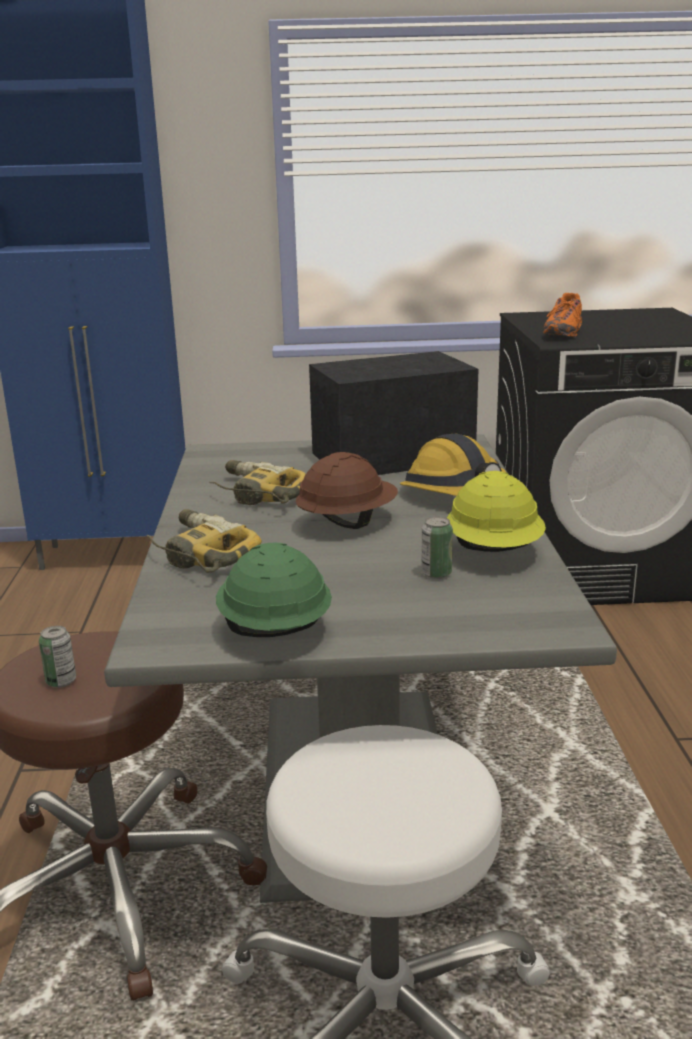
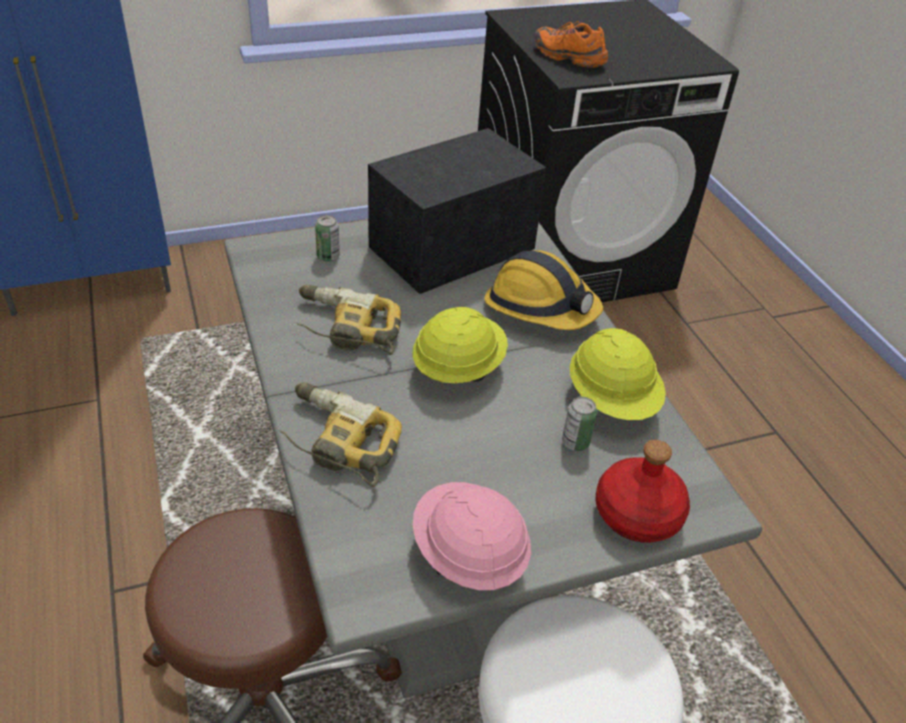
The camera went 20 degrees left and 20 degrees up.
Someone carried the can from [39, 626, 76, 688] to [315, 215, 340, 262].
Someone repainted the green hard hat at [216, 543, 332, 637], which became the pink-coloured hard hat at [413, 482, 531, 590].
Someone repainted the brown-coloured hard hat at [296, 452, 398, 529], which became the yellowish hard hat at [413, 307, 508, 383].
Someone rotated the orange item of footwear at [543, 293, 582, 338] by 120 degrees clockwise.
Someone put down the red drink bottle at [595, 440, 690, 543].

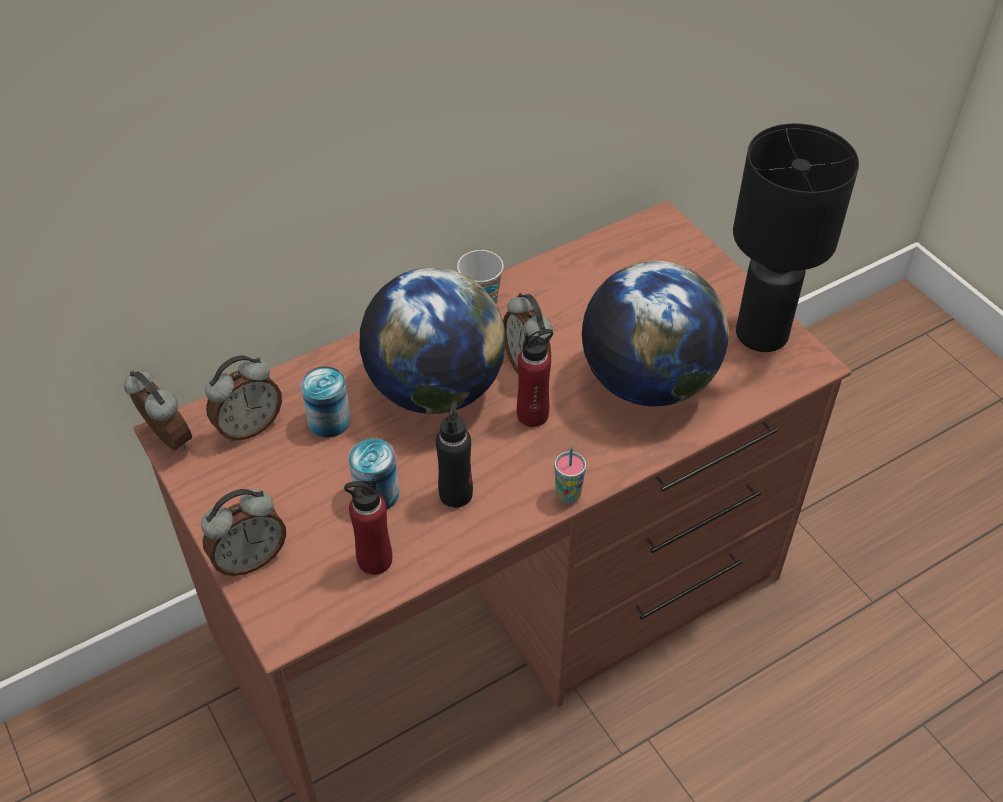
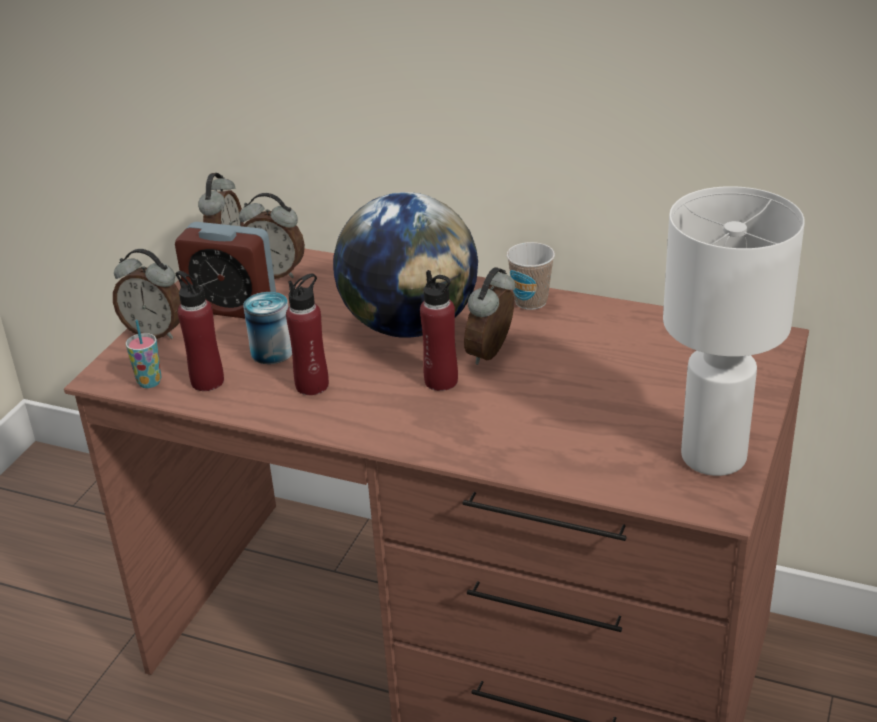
The camera went 55 degrees right and 15 degrees down.
Someone took away the can at [301, 366, 351, 438].
Someone repainted the blackish drink bottle at [436, 401, 473, 508], which became the red drink bottle at [286, 273, 329, 395].
Someone carried the cup from [554, 447, 586, 503] to [126, 320, 161, 388].
Someone took away the globe at [582, 260, 729, 407].
Someone repainted the blackish table lamp at [733, 123, 859, 352], which became the white table lamp at [663, 186, 805, 476].
Someone put down the table clock at [175, 222, 276, 318].

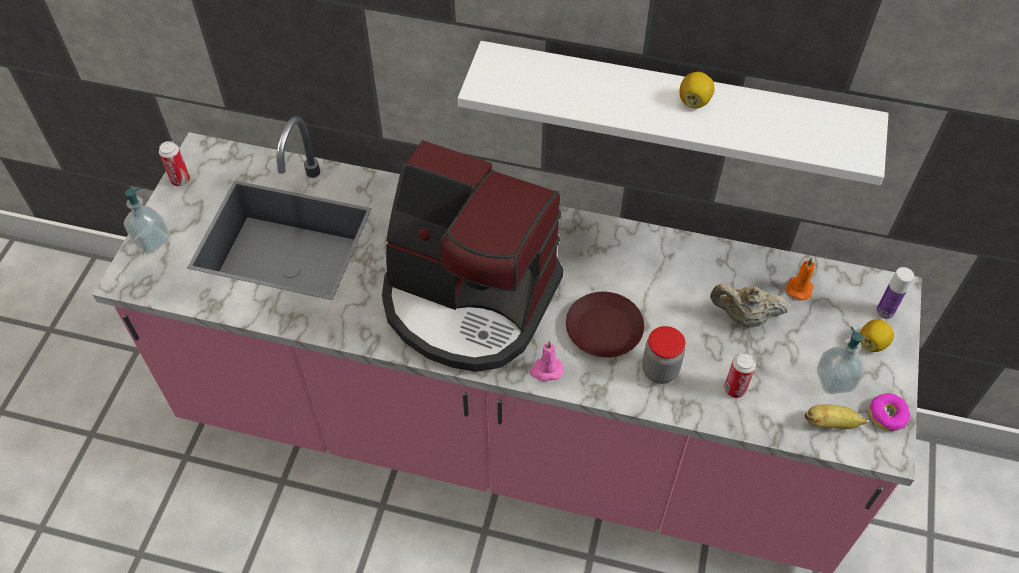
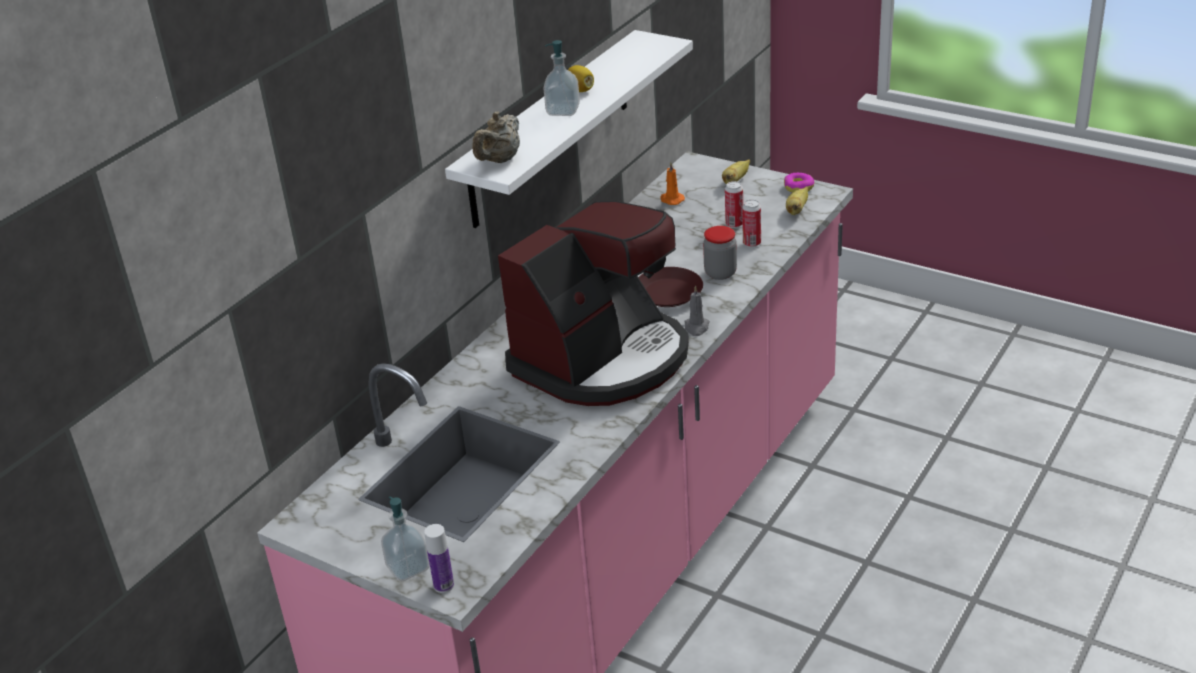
The camera went 70 degrees left and 20 degrees down.
Someone carried the can from [159, 141, 190, 186] to [725, 181, 743, 228].
Someone repainted the pink-coloured wax candle at [529, 341, 564, 381], which became the grey wax candle at [685, 285, 710, 336].
Someone carried the sand-coloured tea pot from [710, 284, 789, 328] to [473, 111, 520, 163].
Someone carried the soap dispenser from [817, 327, 864, 394] to [544, 40, 580, 116].
Someone swapped the lemon at [860, 319, 894, 352] for the banana at [722, 159, 750, 184].
Someone carried the drink bottle from [876, 267, 914, 319] to [424, 524, 454, 593].

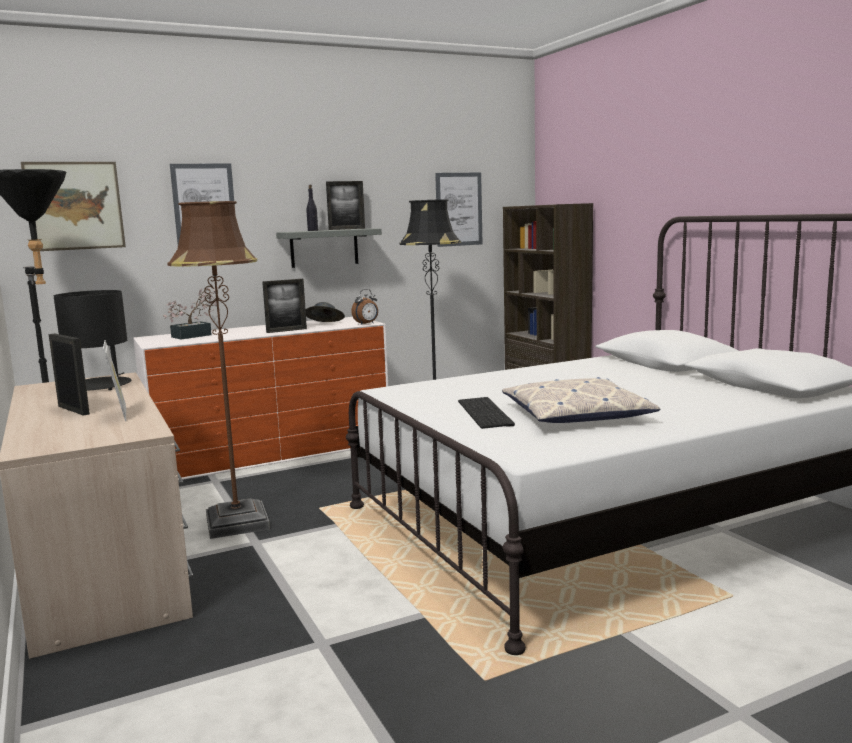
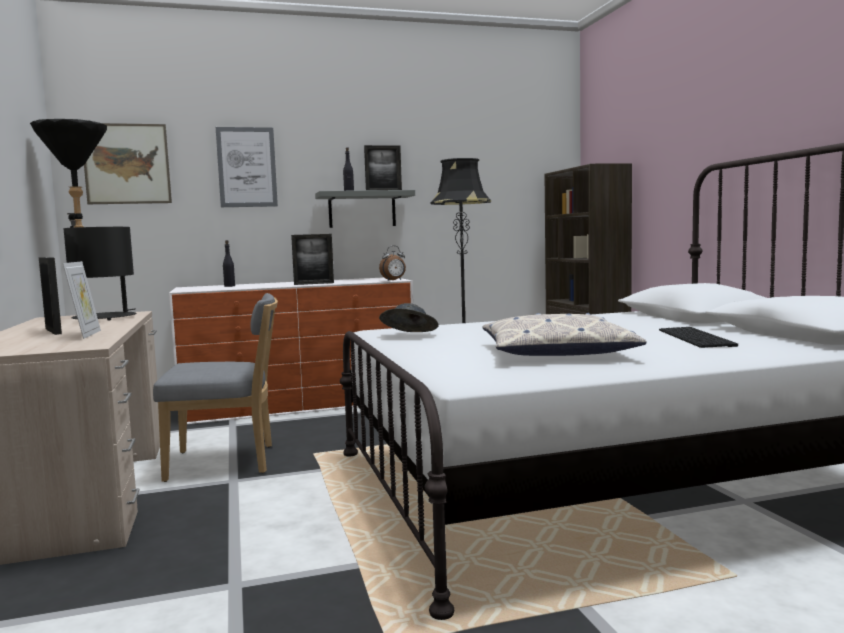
The camera went 10 degrees right and 5 degrees down.
Someone swapped the houseplant at [163, 288, 220, 339] for the blackish drink bottle at [223, 240, 235, 287].
Someone swapped the brown-coloured standing lamp at [167, 201, 270, 539] for the grey plain chair at [153, 293, 278, 482].
Someone carried the grey clothing hat from [306, 302, 345, 322] to [379, 303, 439, 332].
Someone took away the wall art at [435, 173, 482, 247].
Someone carried the keyboard from [458, 397, 515, 429] to [659, 327, 738, 348].

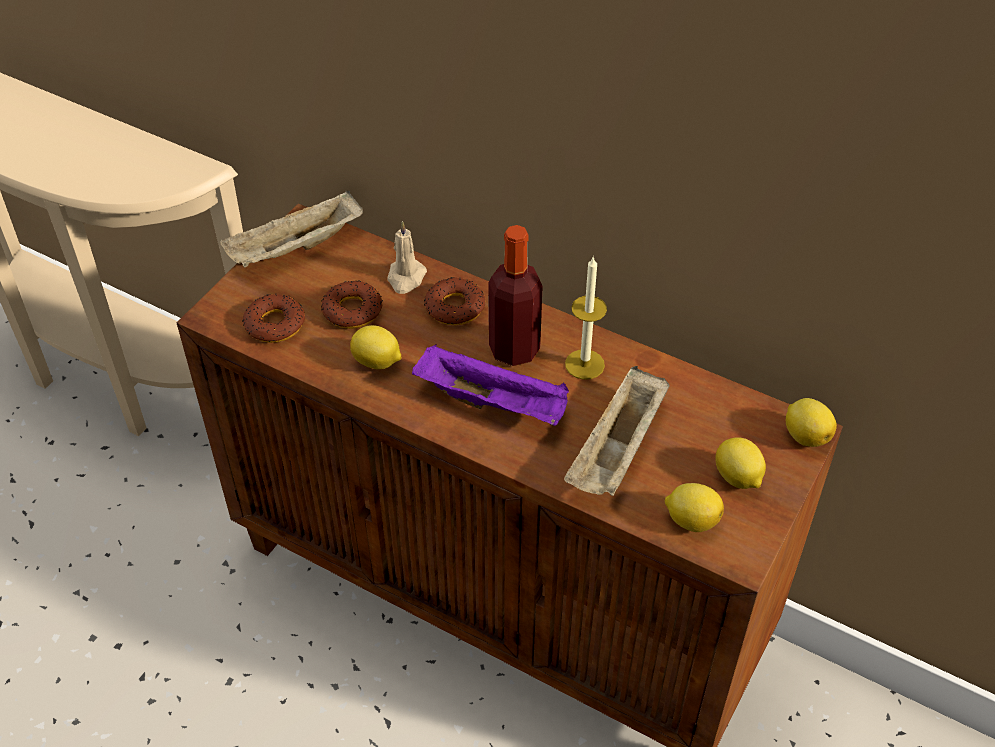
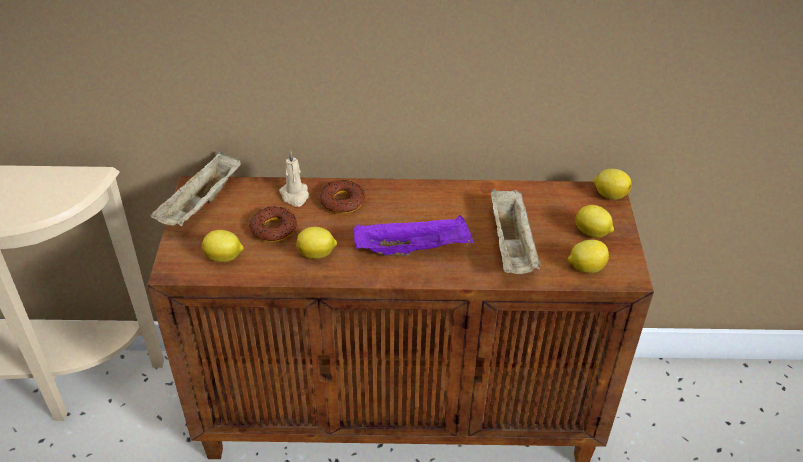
The camera went 30 degrees left and 5 degrees down.
Someone swapped the ring doughnut at [242, 294, 305, 343] for the lemon at [202, 230, 244, 262].
Someone took away the drink bottle at [488, 225, 543, 366].
Someone took away the wax candle at [565, 256, 607, 380].

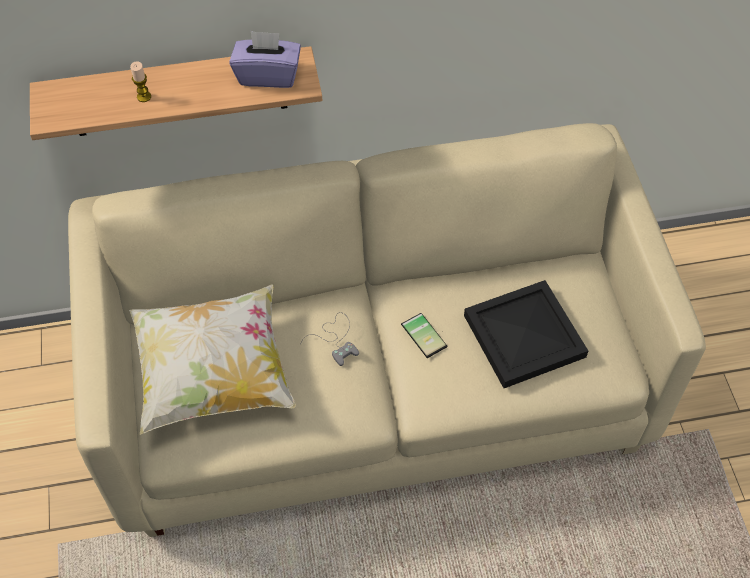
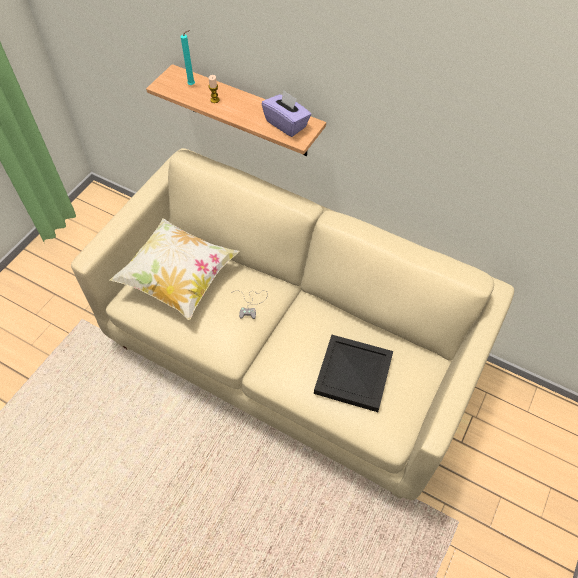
The camera went 40 degrees right and 0 degrees up.
Someone took away the telephone at [401, 313, 448, 358].
Someone put down the turquoise wax candle at [181, 30, 195, 85].

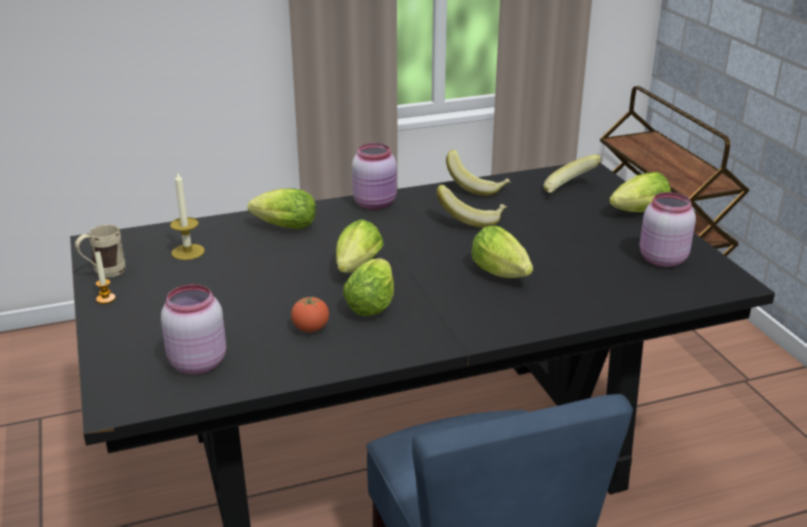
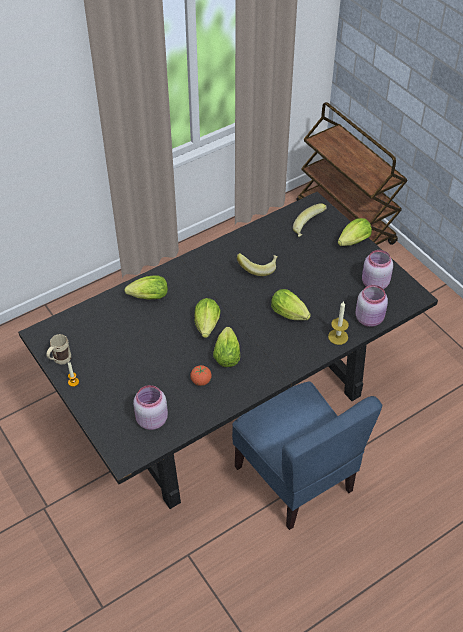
The camera went 15 degrees left and 20 degrees up.
Someone carried the wax candle from [170, 171, 204, 260] to [328, 301, 349, 345].
Someone carried the pink-coloured storage jar from [352, 143, 397, 210] to [356, 285, 388, 327].
Someone took away the banana at [446, 150, 511, 196].

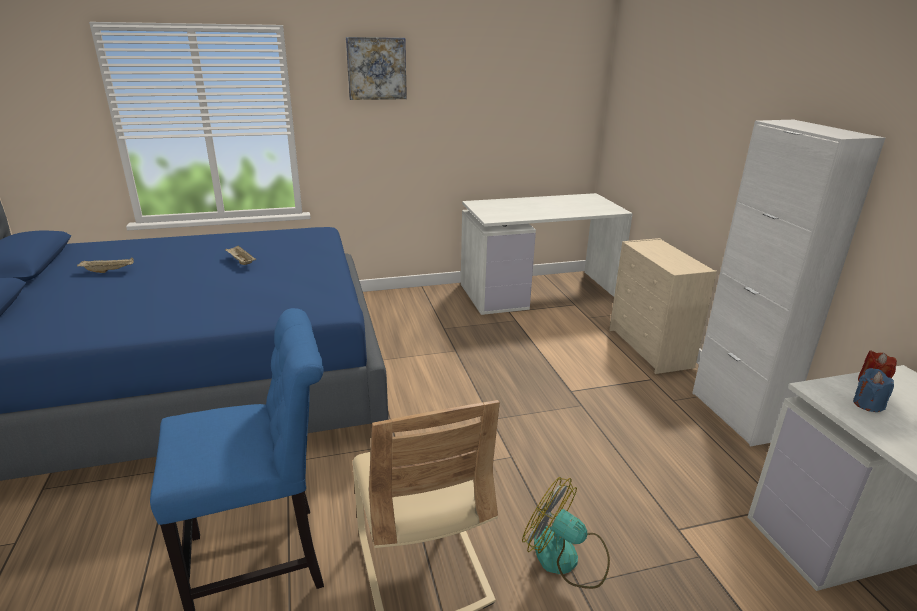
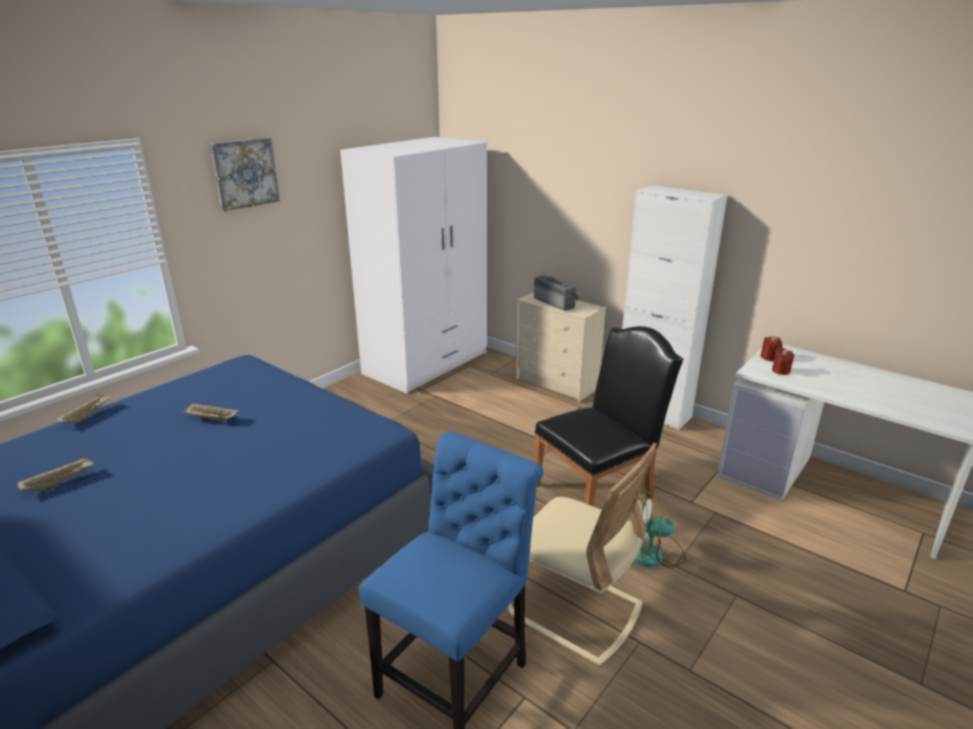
The camera went 35 degrees left and 0 degrees up.
Someone swapped the white desk unit at [461, 193, 633, 315] for the white armoire at [340, 137, 487, 393].
Someone repainted the blue wax candle at [853, 368, 894, 412], which became the red wax candle at [772, 347, 794, 375].
Someone put down the sand-coloured tray at [55, 394, 112, 423].
Someone put down the radio at [534, 275, 579, 311].
Someone put down the blackish plain chair at [534, 326, 683, 506].

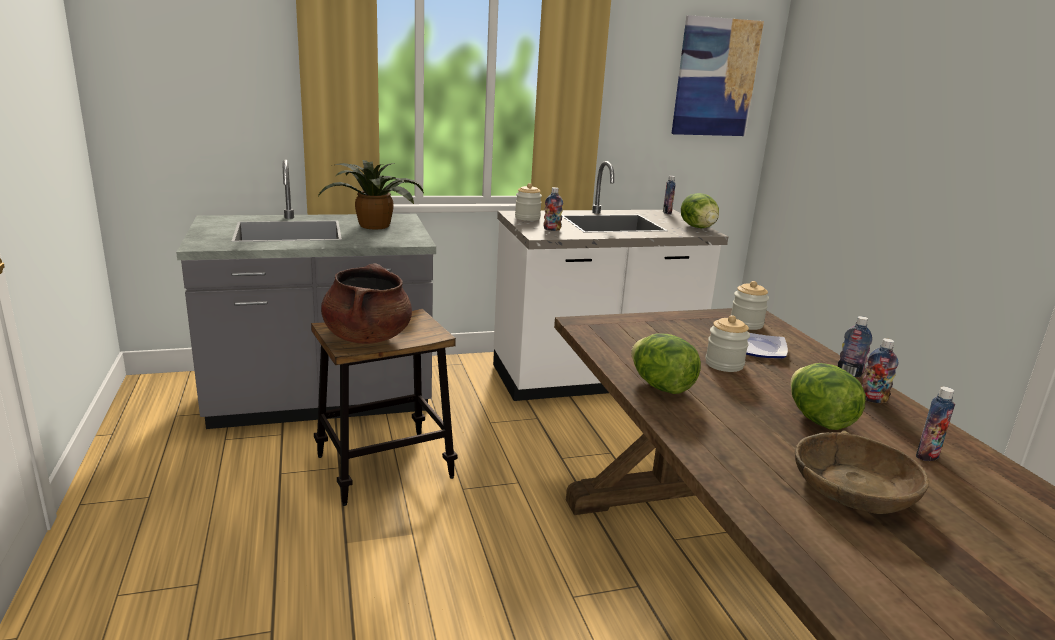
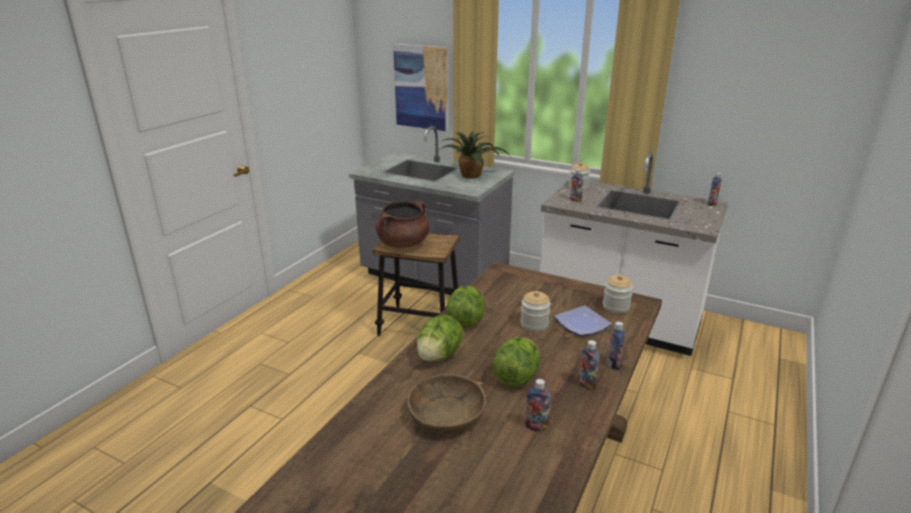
The camera went 45 degrees right and 5 degrees up.
Someone carried the wall art from [671, 15, 764, 136] to [393, 44, 448, 131].
Someone carried the lettuce head from [681, 193, 719, 228] to [417, 315, 464, 361].

